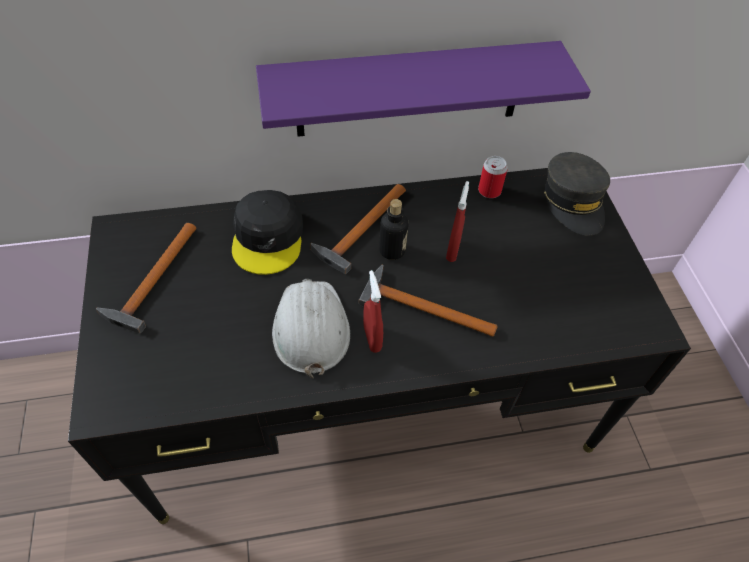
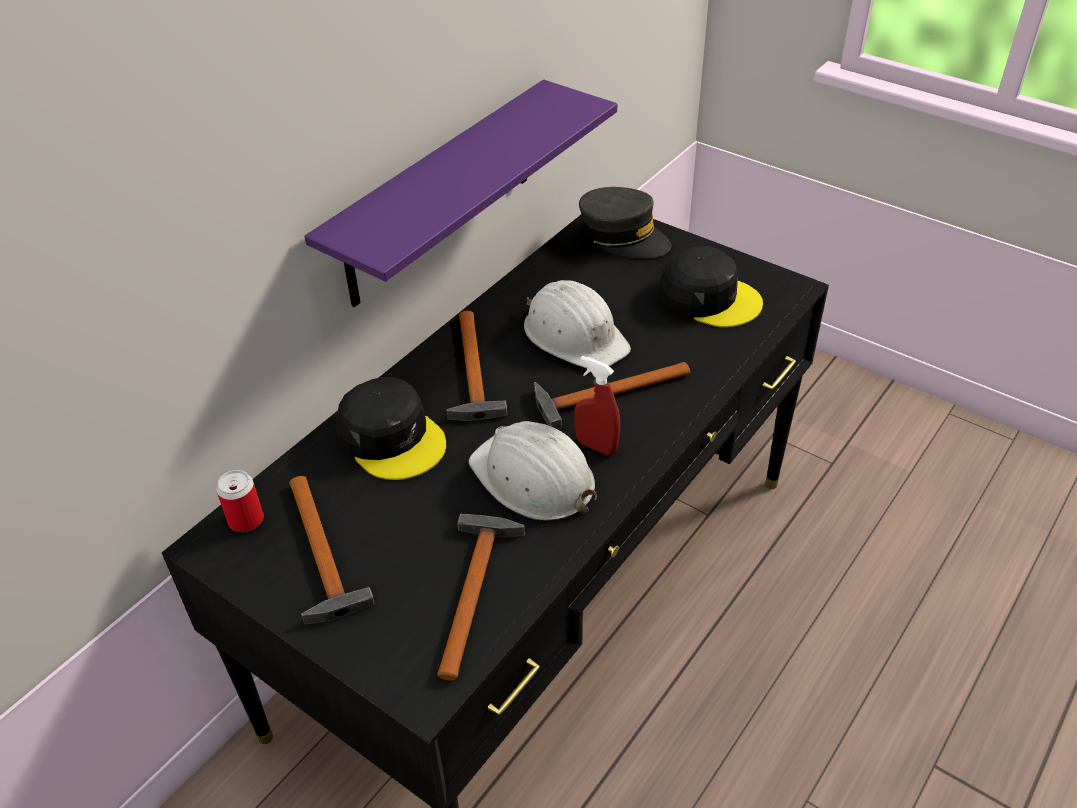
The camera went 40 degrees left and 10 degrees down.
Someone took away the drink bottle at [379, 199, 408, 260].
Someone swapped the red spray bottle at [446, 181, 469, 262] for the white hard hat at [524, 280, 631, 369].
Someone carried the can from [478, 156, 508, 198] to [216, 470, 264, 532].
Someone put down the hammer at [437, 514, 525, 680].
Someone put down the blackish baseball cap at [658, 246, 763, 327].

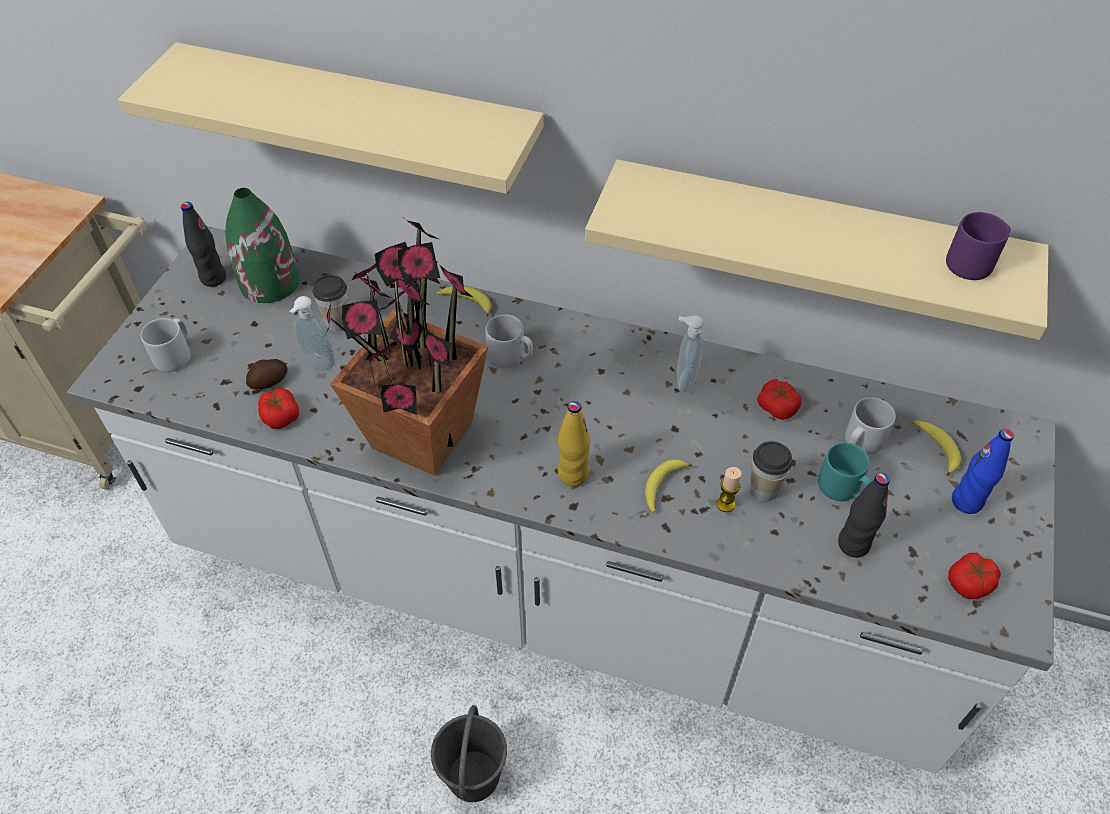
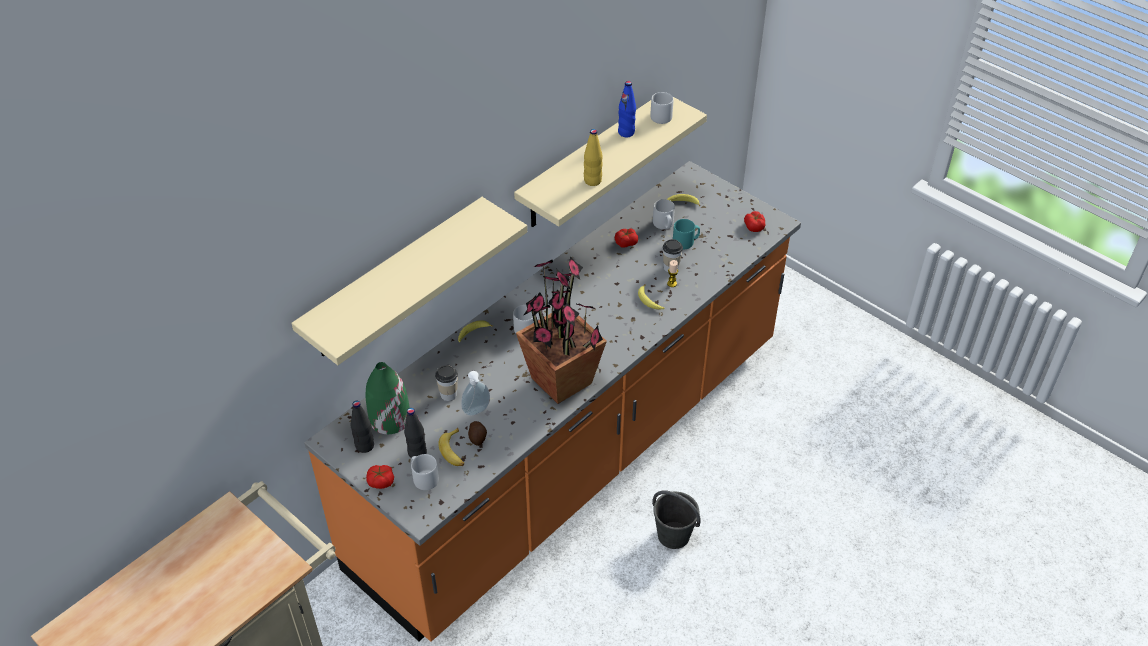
The camera went 65 degrees left and 5 degrees down.
Someone repainted the white kitchen counter at [67, 226, 1055, 774], which became the orange kitchen counter at [304, 161, 801, 642].
Someone carried the tomato from [258, 388, 299, 429] to [366, 465, 394, 489].
Someone carried the yellowish drink bottle from [558, 401, 590, 487] to [584, 129, 603, 186].
Someone took away the soap dispenser at [677, 315, 704, 392].
Someone carried the blackish drink bottle from [838, 473, 890, 558] to [404, 408, 427, 458].
Someone repainted the purplish tea mug at [946, 212, 1011, 280], which became the grey tea mug at [650, 92, 673, 124].
Someone carried the blue drink bottle from [952, 429, 1014, 514] to [618, 81, 636, 137].
Someone put down the banana at [438, 428, 464, 466].

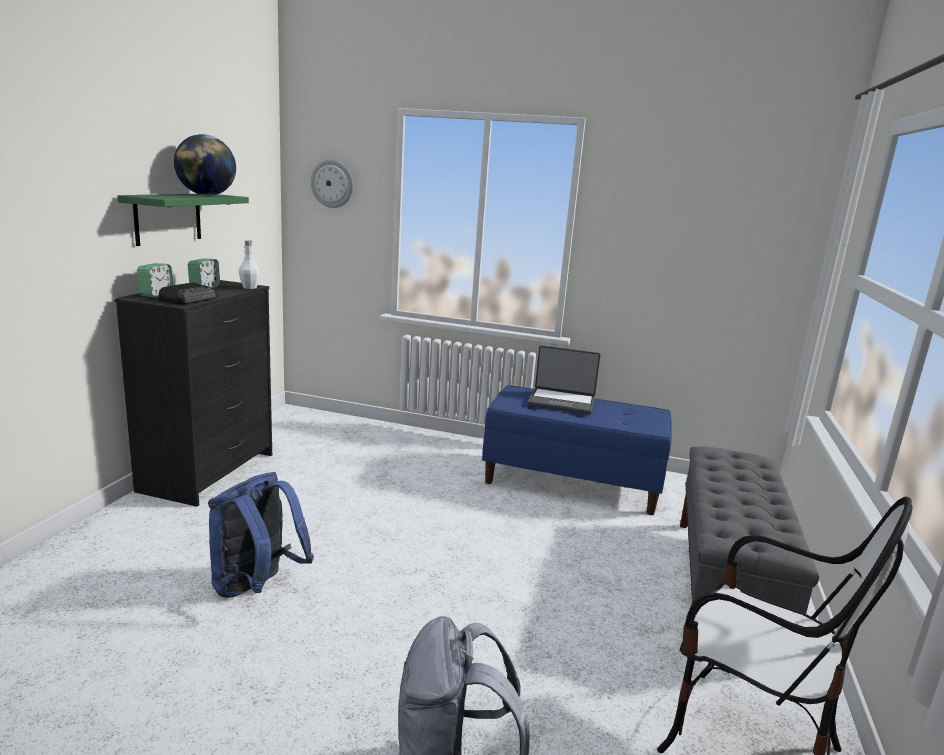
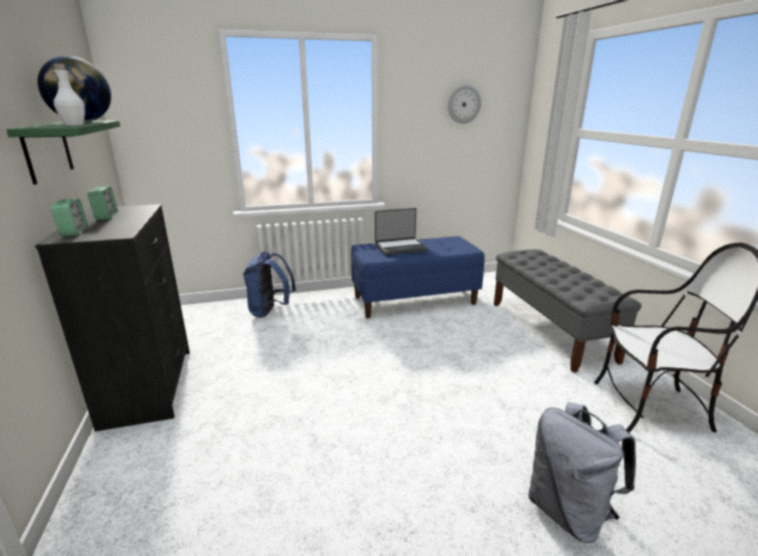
The camera went 30 degrees left and 5 degrees up.
Someone took away the radio at [158, 282, 217, 304].
Someone carried the blue knapsack from [208, 472, 314, 598] to [243, 252, 296, 318].
Someone carried the white drink bottle from [238, 241, 260, 289] to [53, 63, 85, 126].
Someone carried the clock on the wall from [311, 159, 353, 208] to [448, 85, 481, 124].

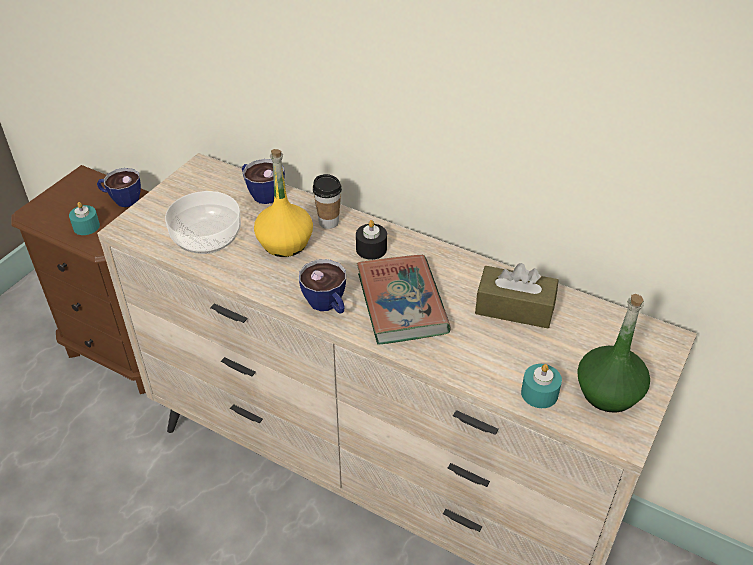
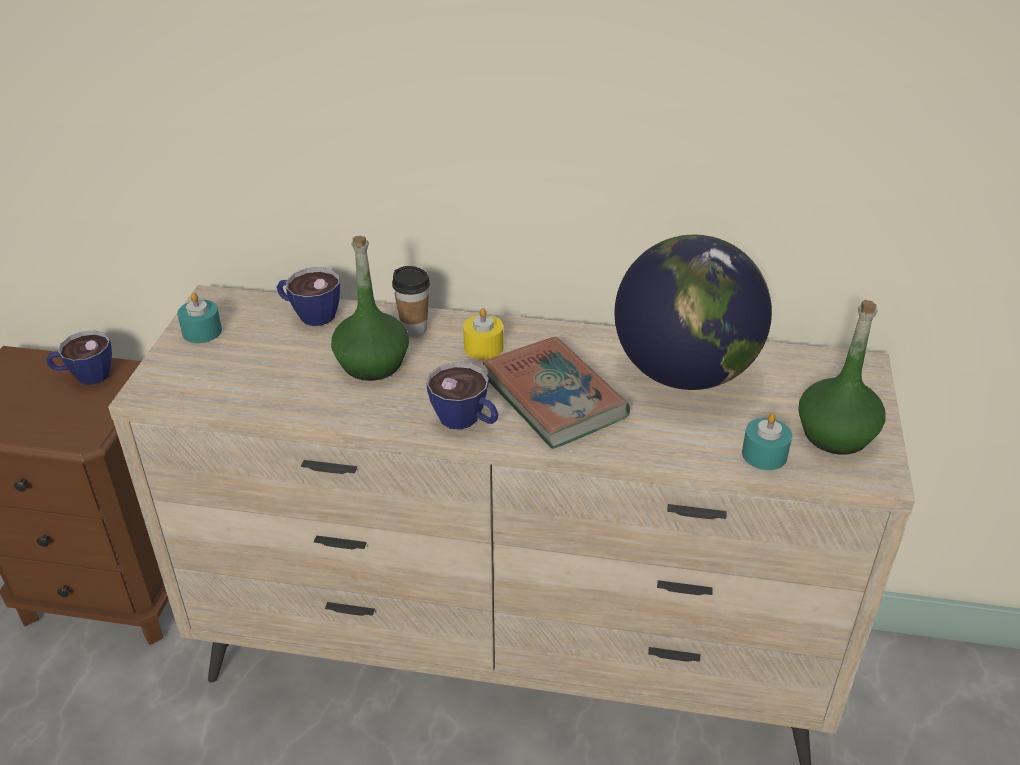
The camera went 20 degrees left and 5 degrees down.
Someone carried the turquoise wax candle from [69, 202, 100, 235] to [177, 292, 222, 343].
Someone took away the bowl at [165, 191, 241, 254].
Someone repainted the yellowish drink bottle at [254, 149, 313, 257], which became the green drink bottle at [331, 236, 409, 381].
Someone repainted the blackish wax candle at [356, 220, 387, 260], which became the yellowish wax candle at [463, 308, 503, 359].
Someone swapped the brown-coloured tissue holder at [475, 263, 559, 328] for the globe at [615, 235, 772, 390].

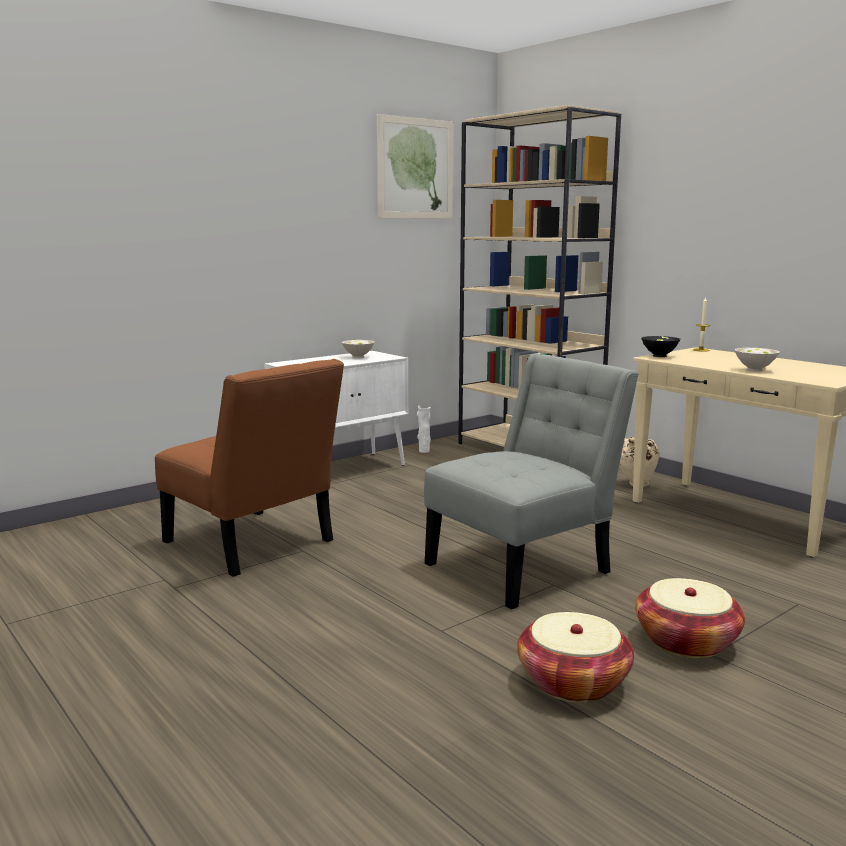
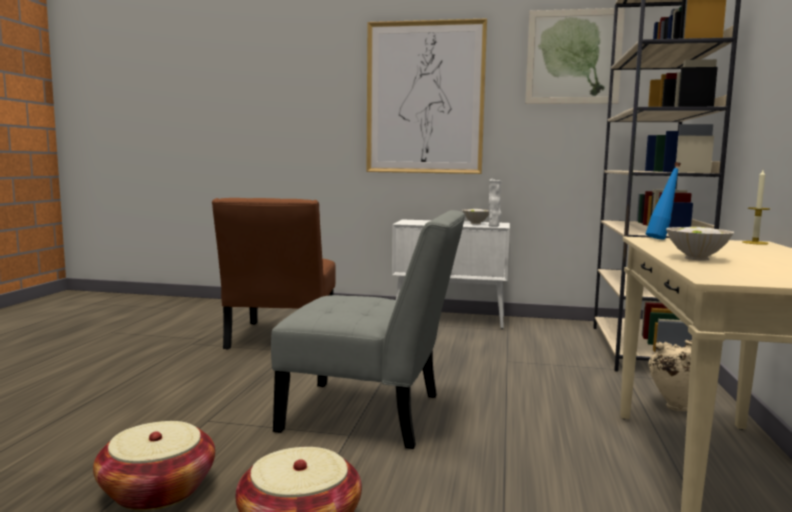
The camera went 50 degrees right and 5 degrees down.
Someone carried the white decorative vase from [417, 406, 431, 453] to [489, 179, 502, 227].
Someone swapped the blackish bowl at [641, 336, 680, 357] for the blue drink bottle at [646, 162, 681, 239].
Someone put up the wall art at [366, 18, 487, 174].

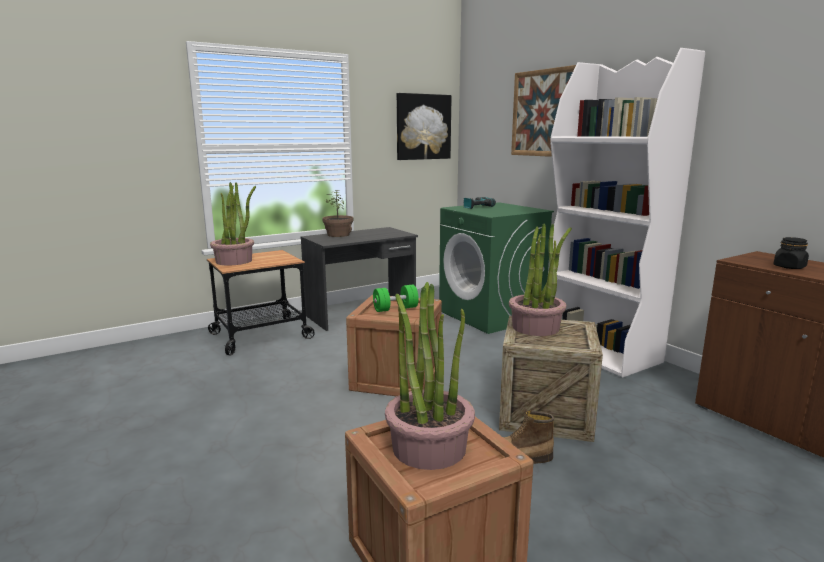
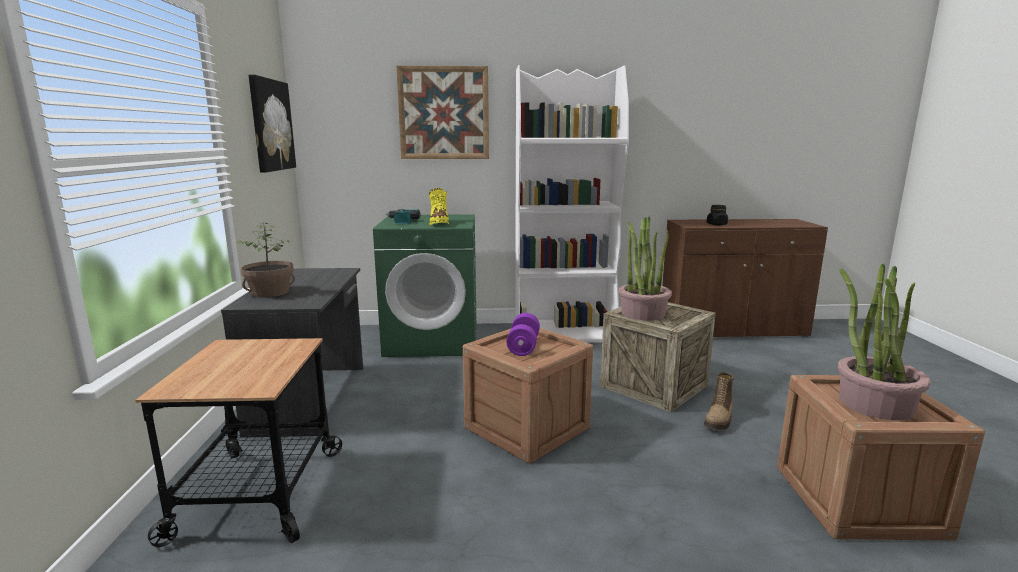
The camera went 60 degrees left and 0 degrees up.
Someone took away the houseplant at [210, 182, 256, 265].
Someone repainted the green dumbbell at [373, 285, 419, 312], which became the purplish dumbbell at [506, 313, 540, 356].
Someone put down the yellowish tall boot at [428, 188, 449, 225].

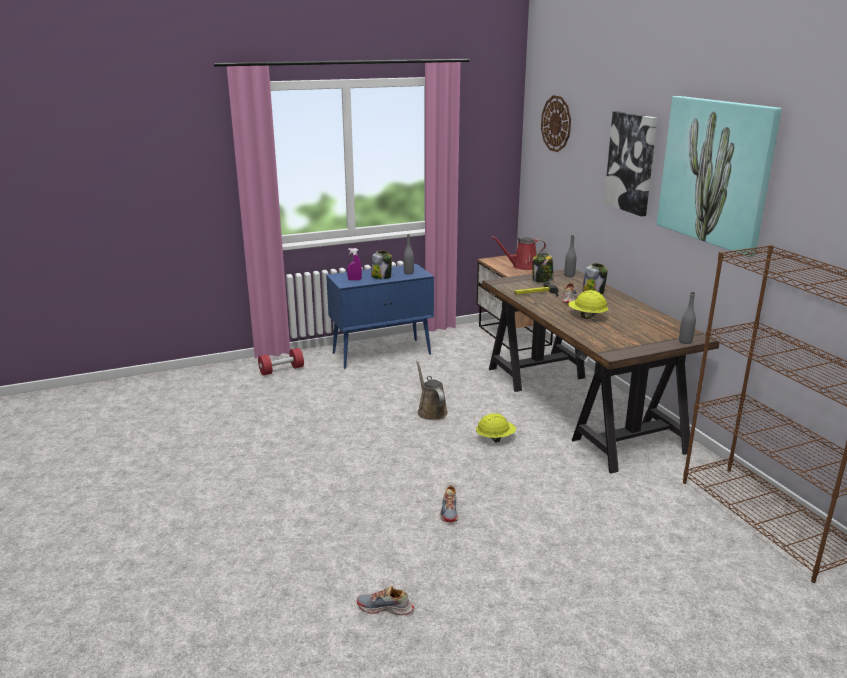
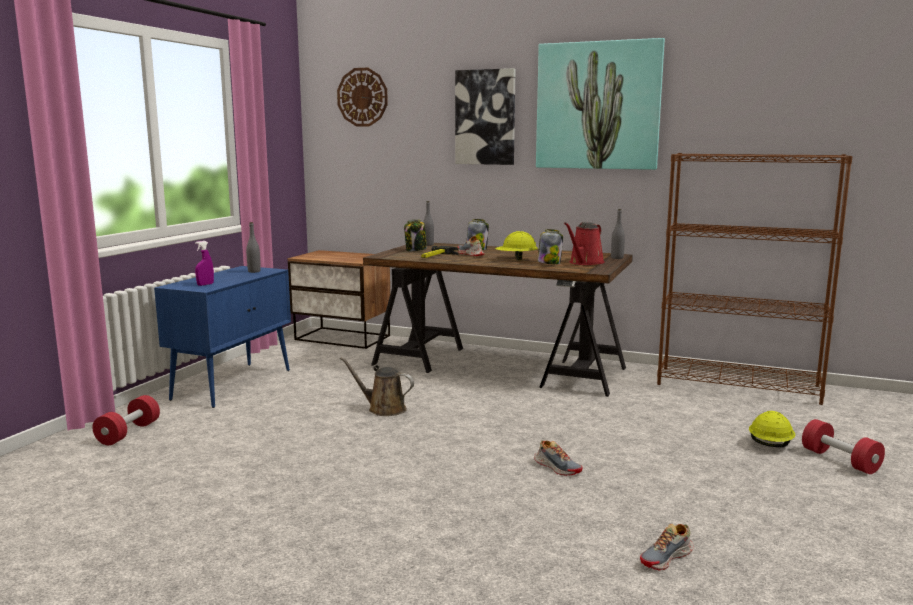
The camera went 45 degrees left and 10 degrees down.
Someone carried the storage jar from [371, 250, 392, 279] to [538, 229, 563, 264].
Someone carried the yellowish hard hat from [476, 413, 516, 443] to [749, 411, 795, 447].
Someone carried the red watering pot from [491, 236, 546, 270] to [564, 222, 605, 265].
Someone put down the red dumbbell at [802, 419, 885, 474].

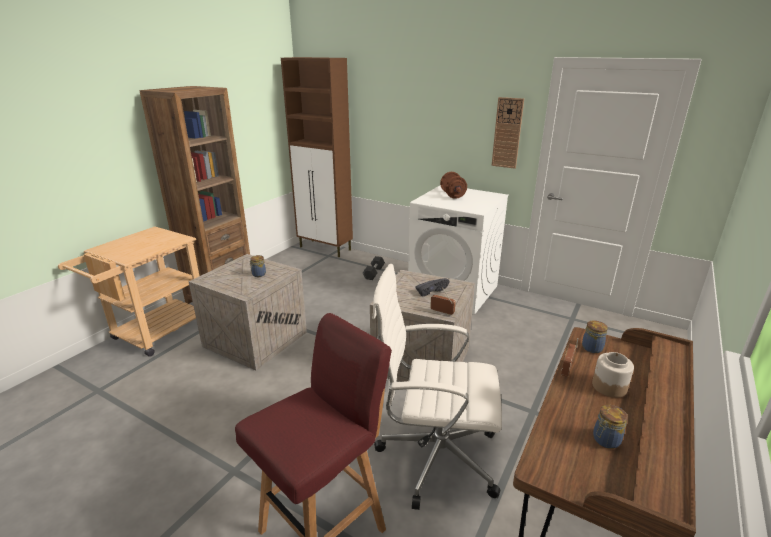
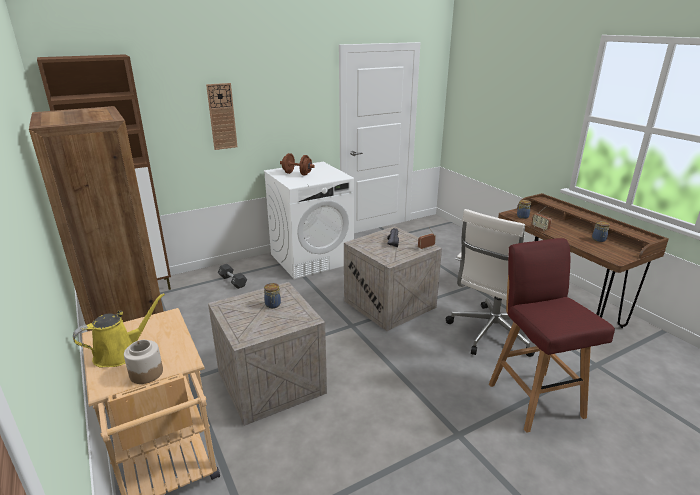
The camera went 60 degrees left and 0 degrees up.
Someone carried the clock on the wall from [492, 97, 524, 169] to [206, 83, 238, 150].
Someone carried the storage jar from [592, 352, 634, 398] to [124, 340, 163, 384].
Someone put down the yellowish watering pot at [73, 293, 165, 368].

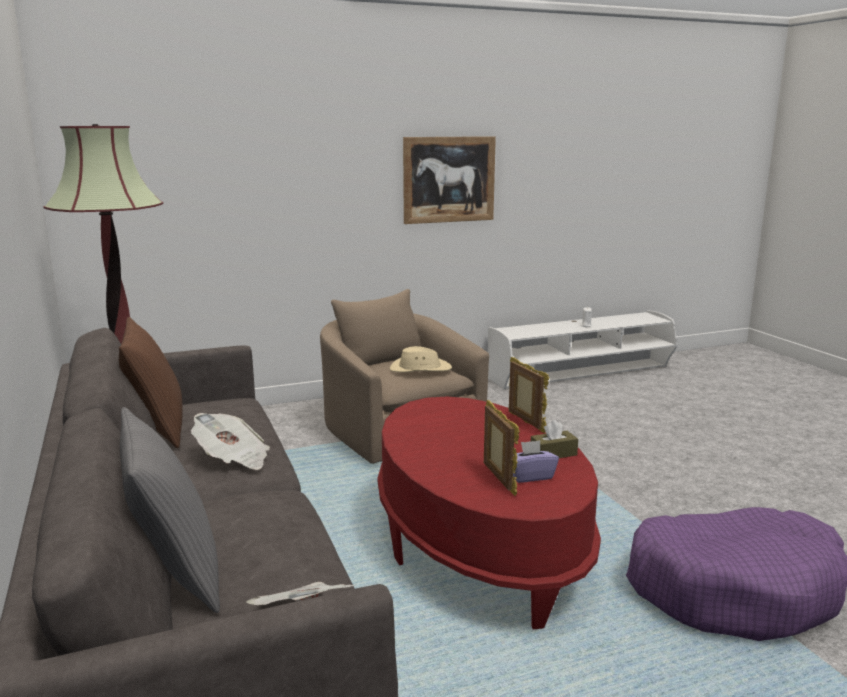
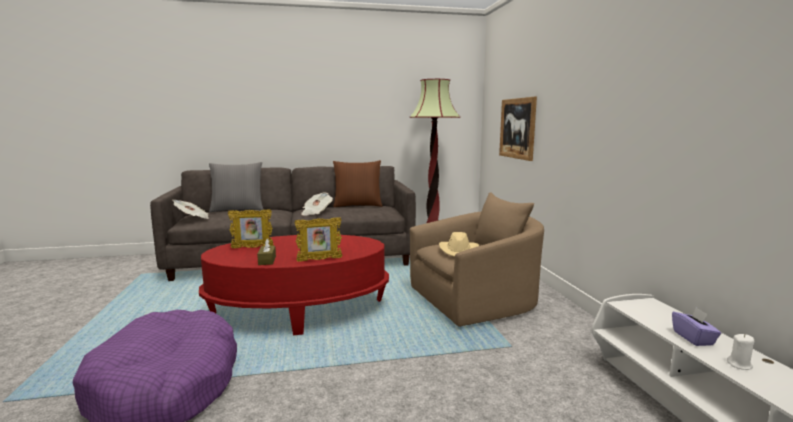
The camera went 100 degrees right and 5 degrees down.
Someone carried the wall art from [403, 136, 496, 224] to [499, 97, 537, 161].
Someone carried the purplish tissue holder from [513, 440, 559, 483] to [672, 307, 721, 346].

